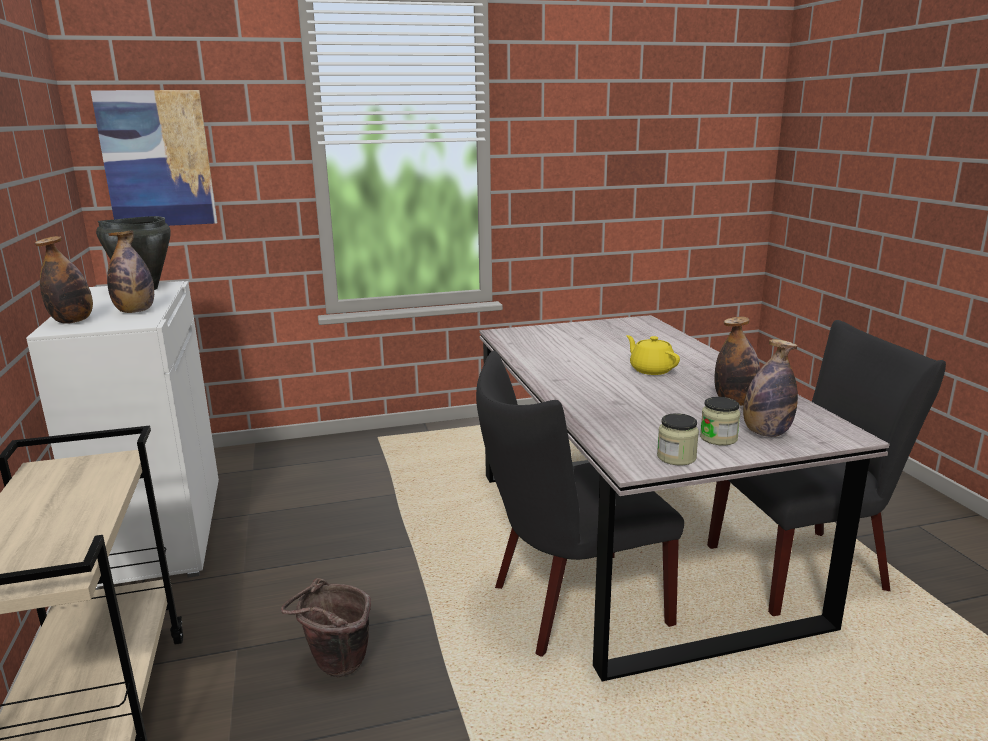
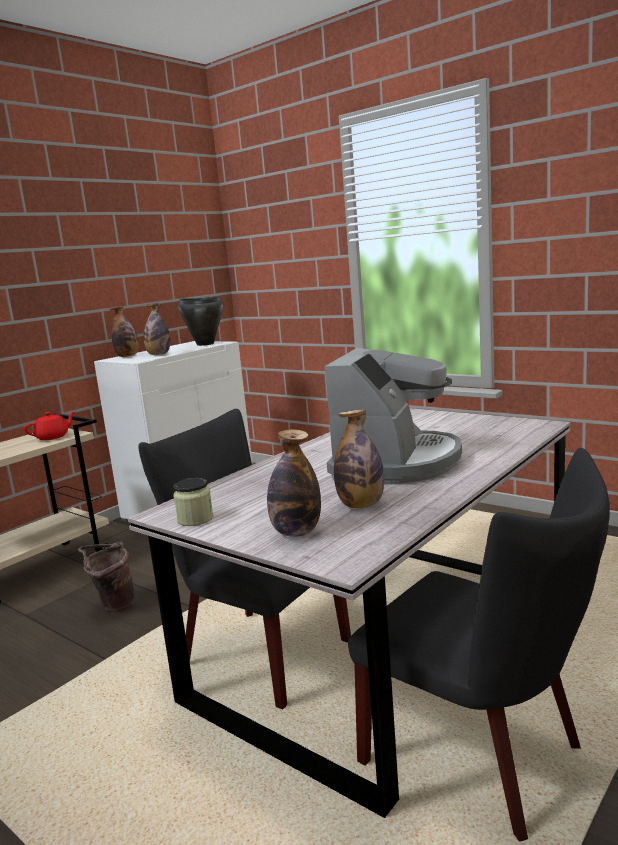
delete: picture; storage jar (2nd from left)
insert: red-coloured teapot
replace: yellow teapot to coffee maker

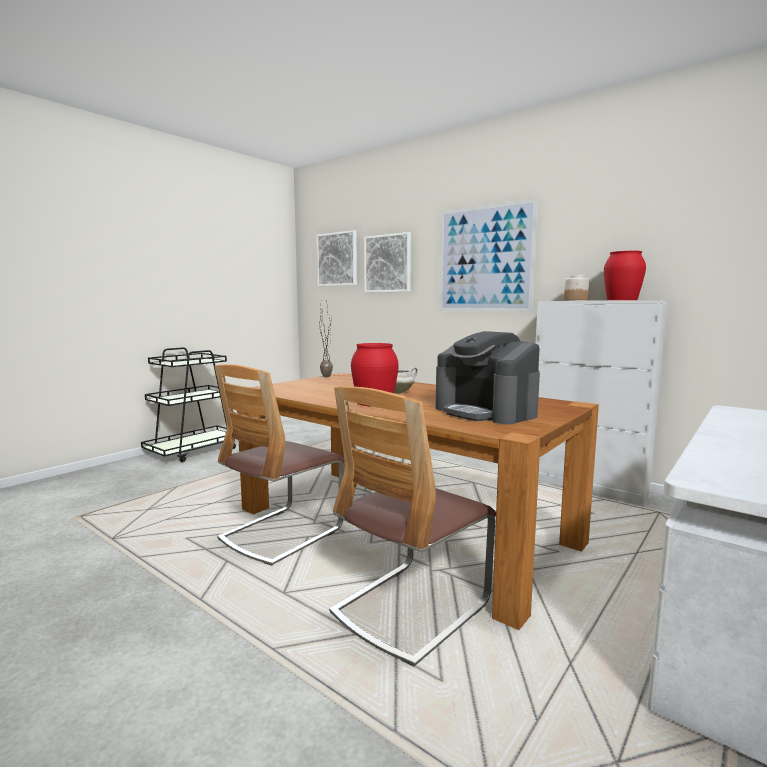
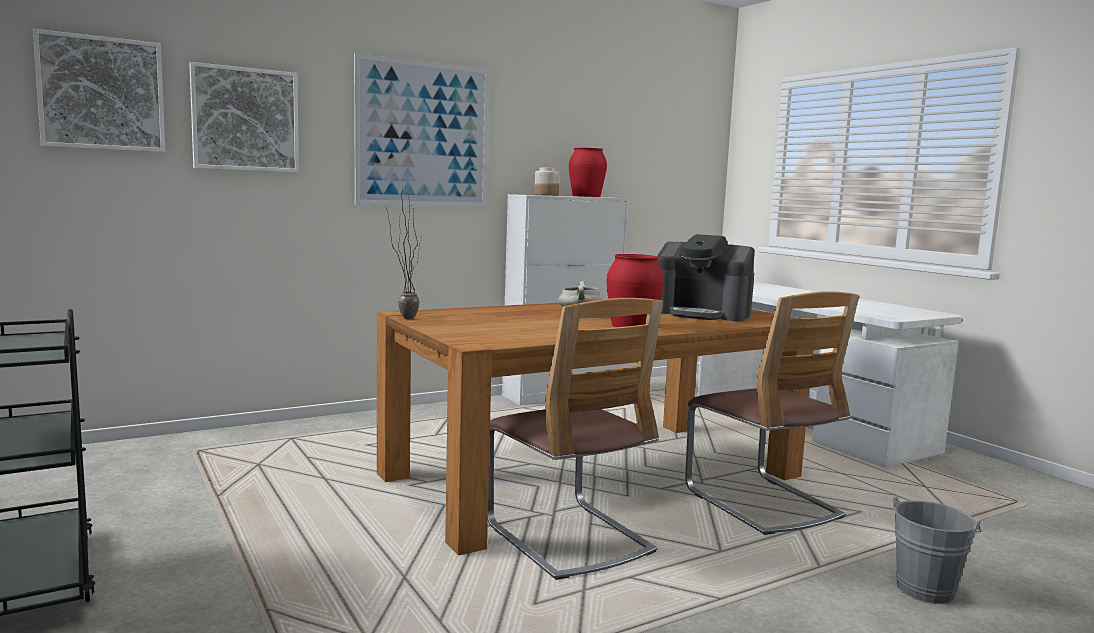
insert: grey bucket
rotate: coffee maker 45 degrees clockwise

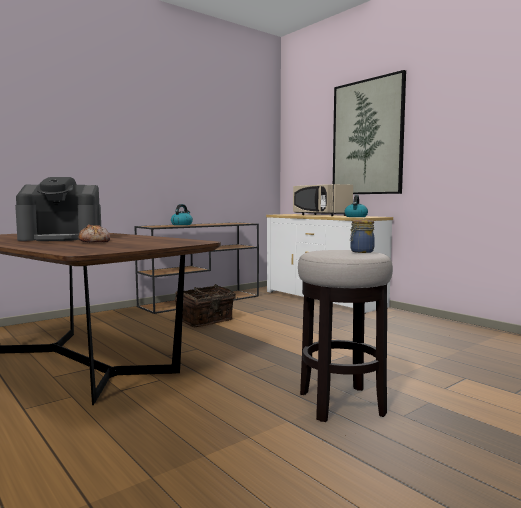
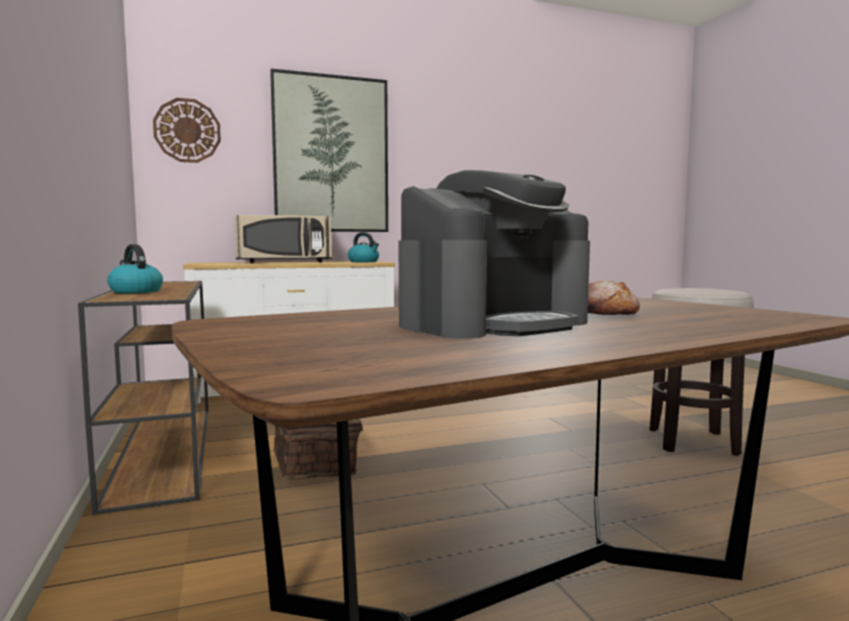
delete: storage jar
insert: wall clock
rotate: coffee maker 45 degrees clockwise

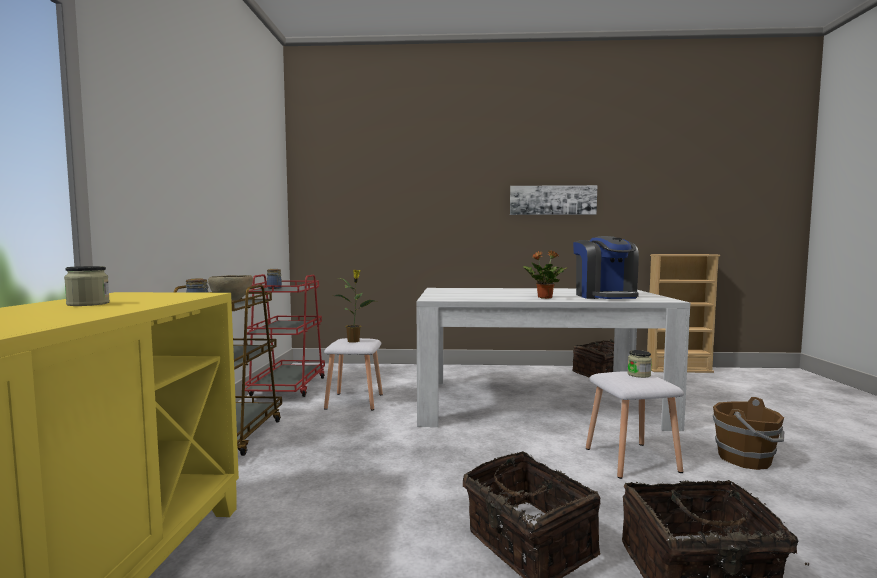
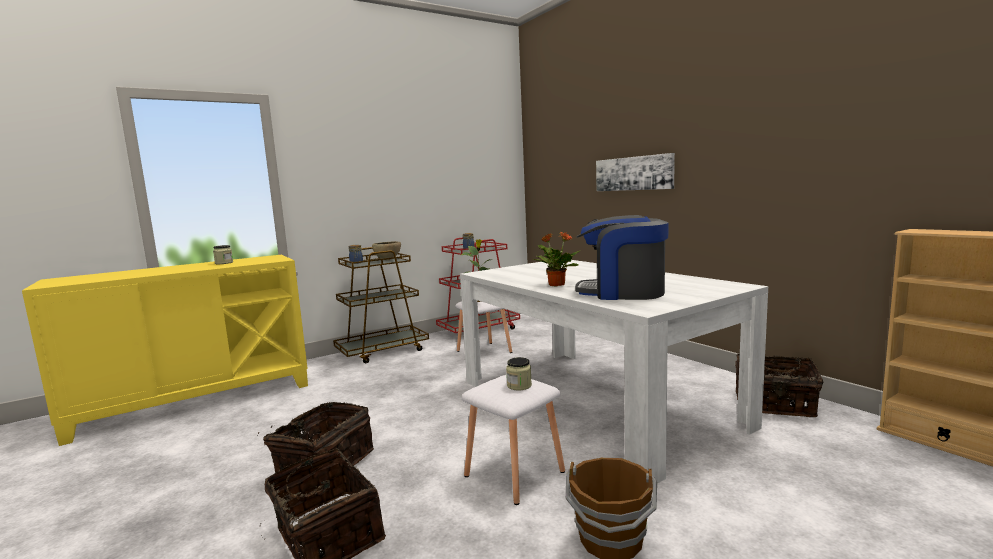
move: picture
rotate: coffee maker 60 degrees clockwise

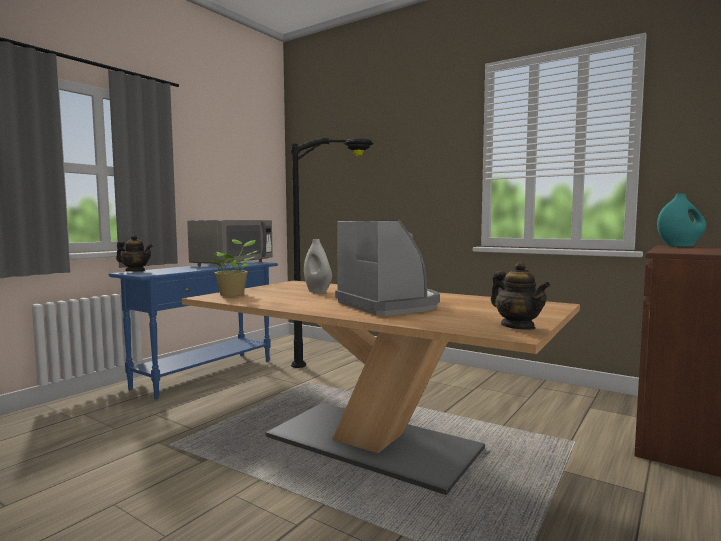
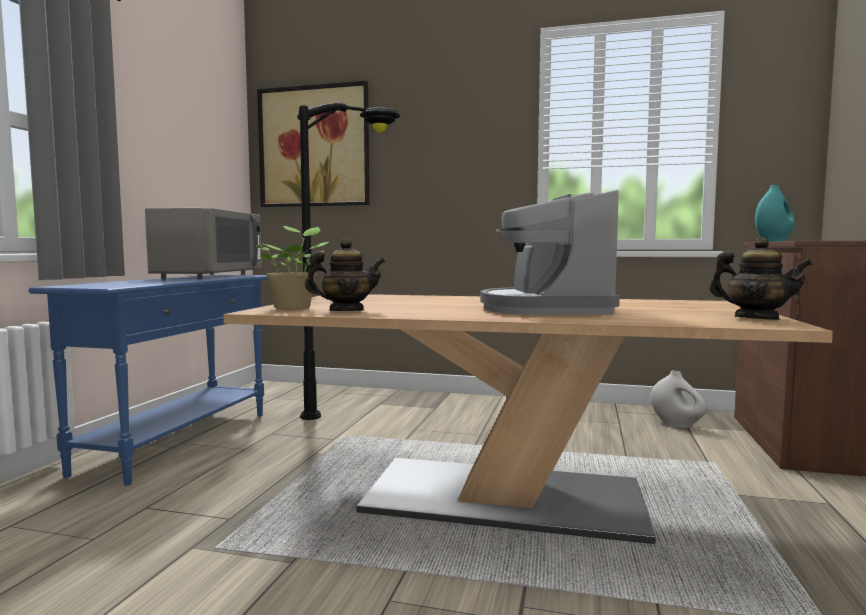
insert: picture
move: teapot (1st from left); white flower vase
rotate: coffee maker 135 degrees counterclockwise

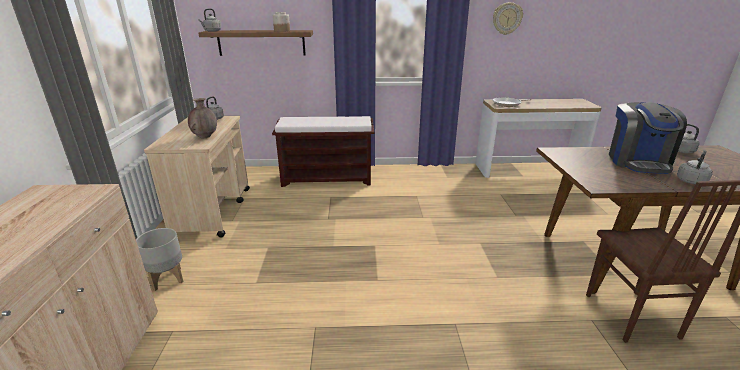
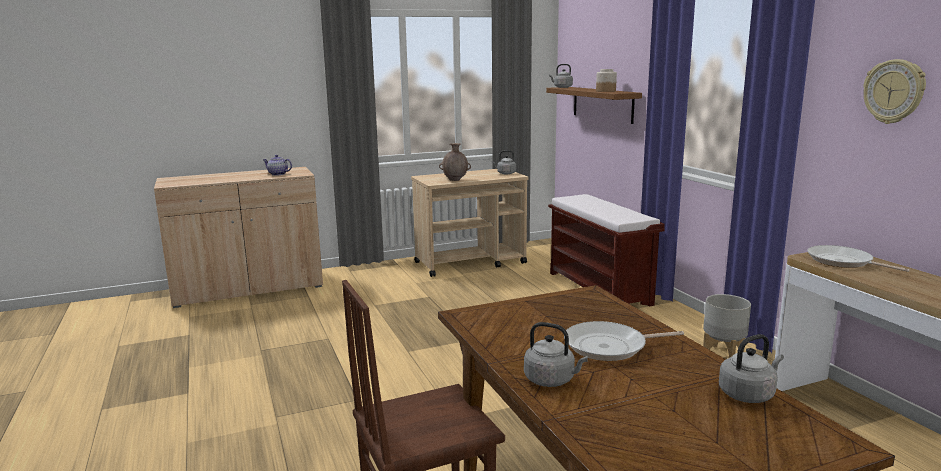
insert: teapot
move: grey planter
replace: coffee maker to pan (1st from left)

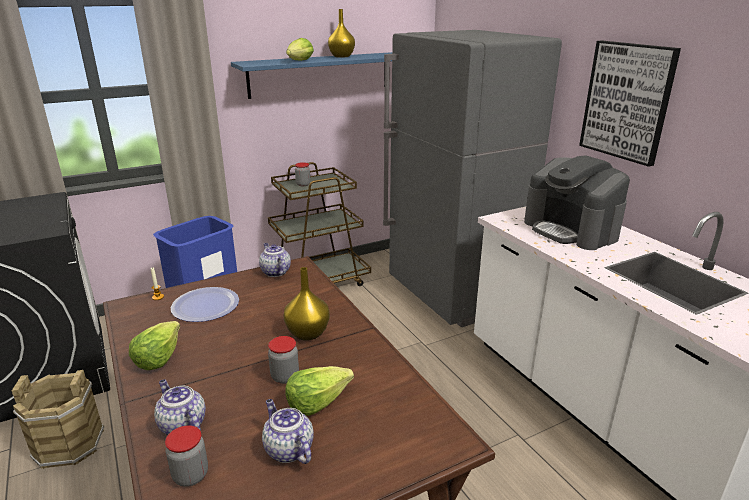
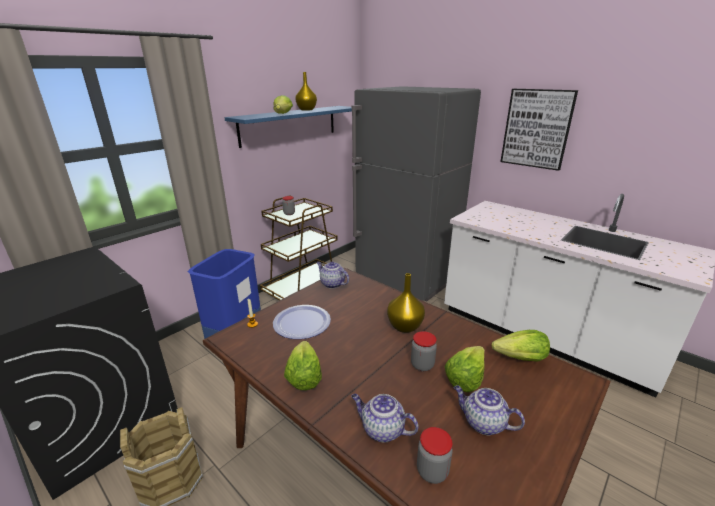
delete: coffee maker
insert: lettuce (4th from left)

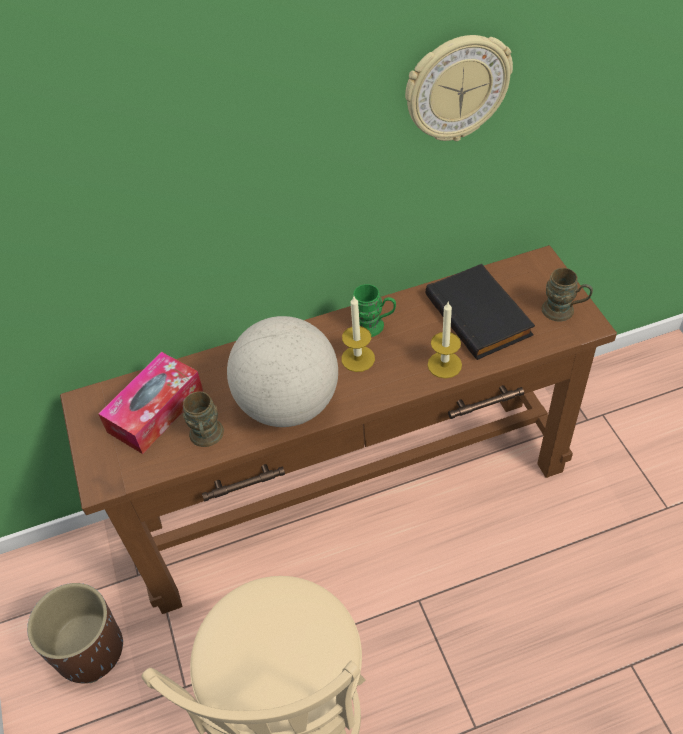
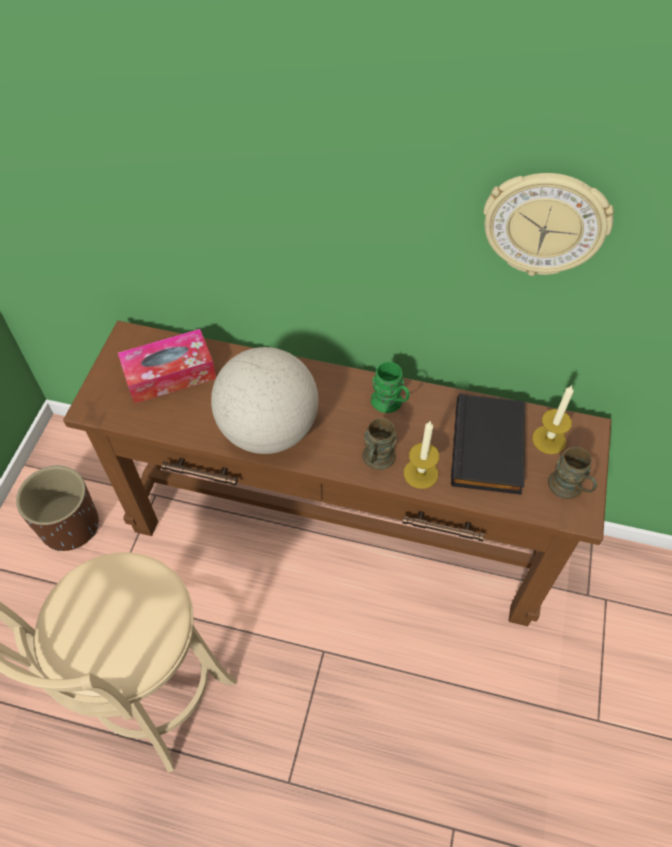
move: brown-coloured coffee mug (1st from left); wax candle (1st from left in the first image) to wax candle (2nd from left)

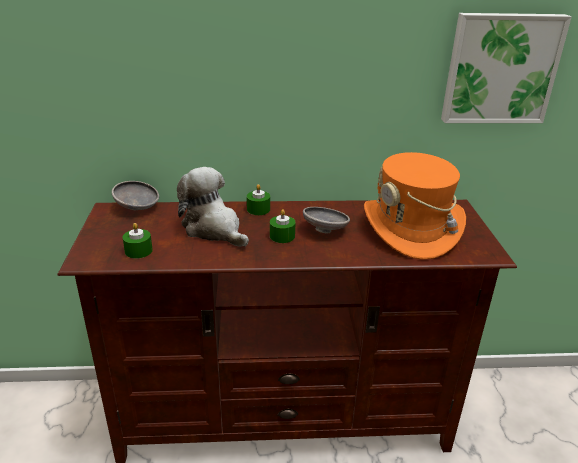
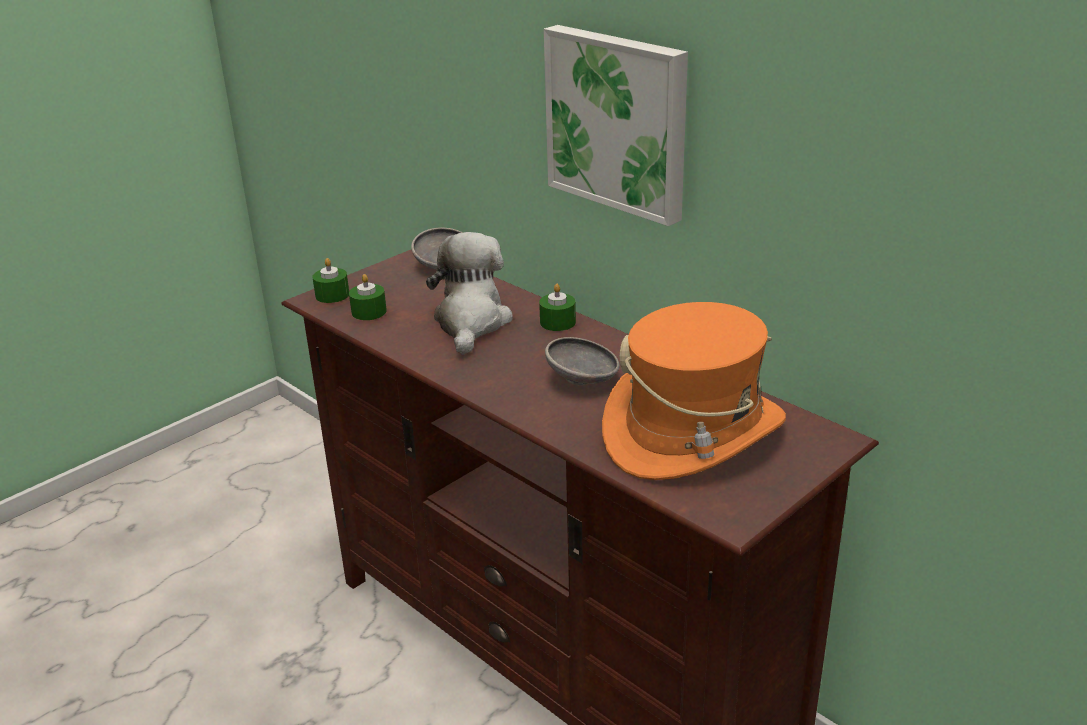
move: green wax candle (3rd from left in the first image) to green wax candle (1st from left); picture

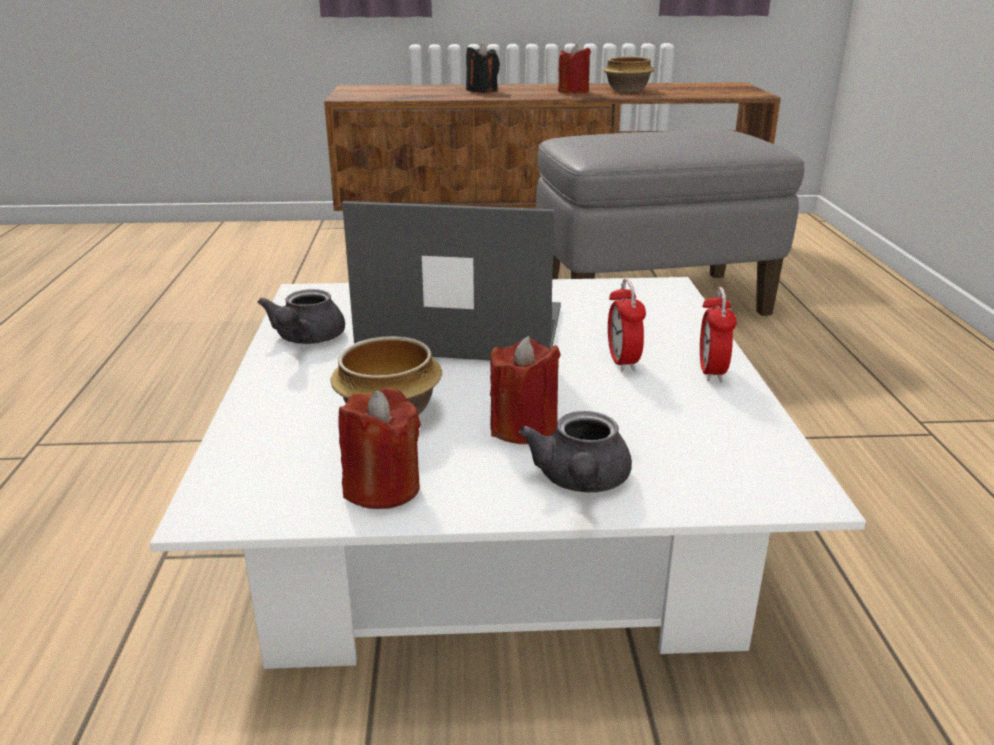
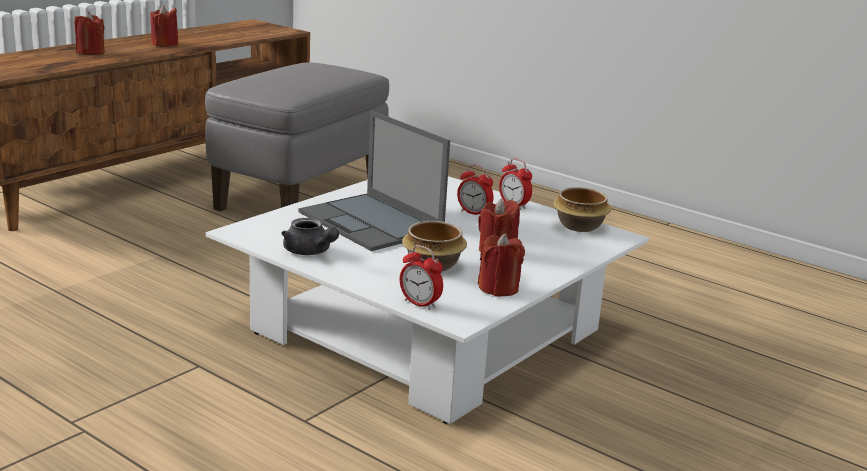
delete: grey teapot (2nd from left)
insert: alarm clock (1st from left)
move: serving bowl (2nd from left)
recolor: blackish wax candle to red-coloured wax candle (1st from left)
rotate: laptop 90 degrees counterclockwise

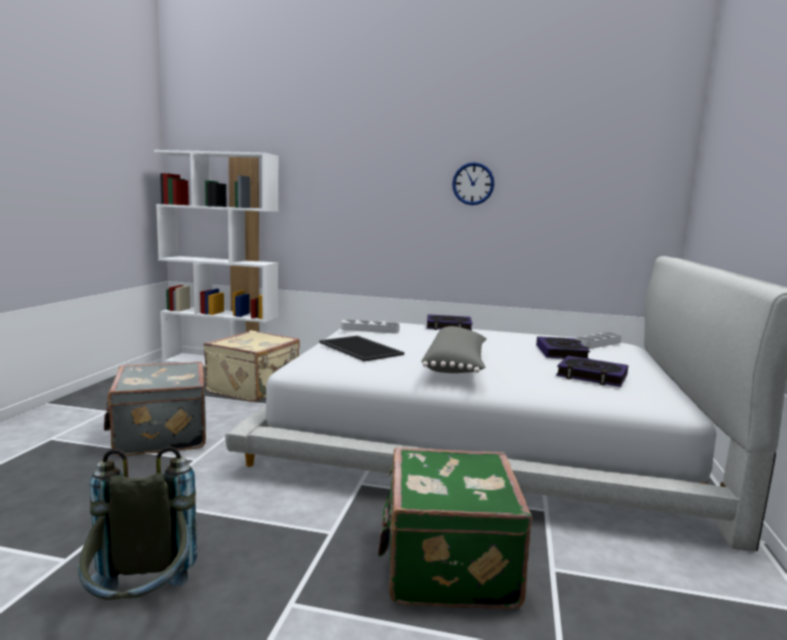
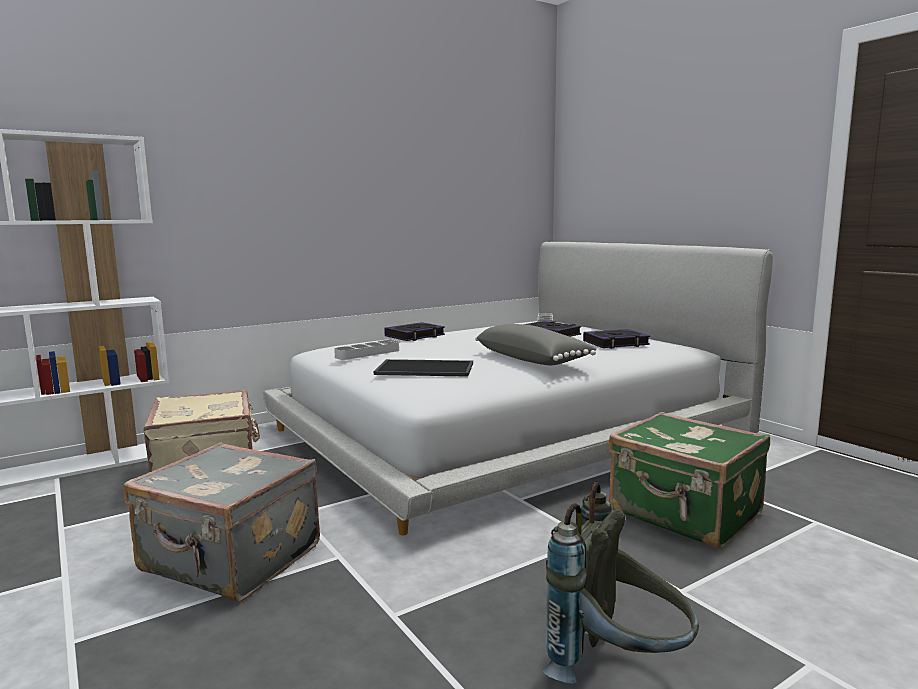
delete: wall clock

